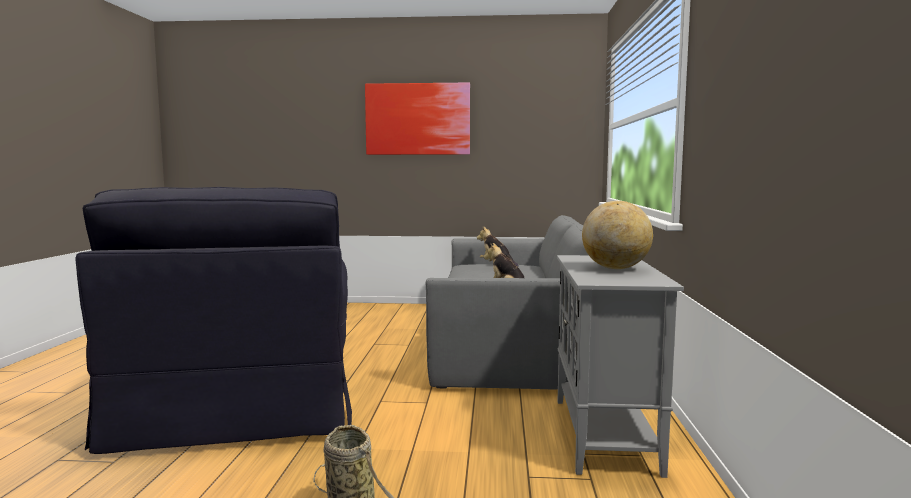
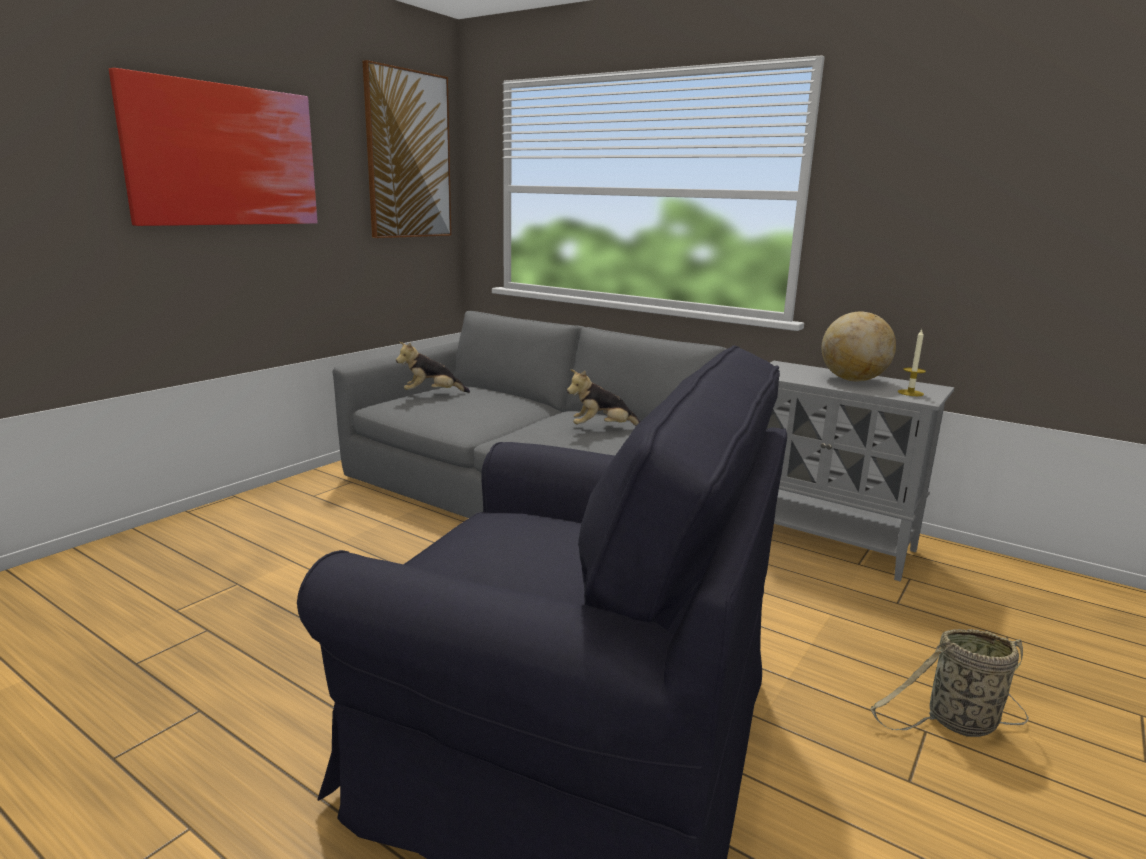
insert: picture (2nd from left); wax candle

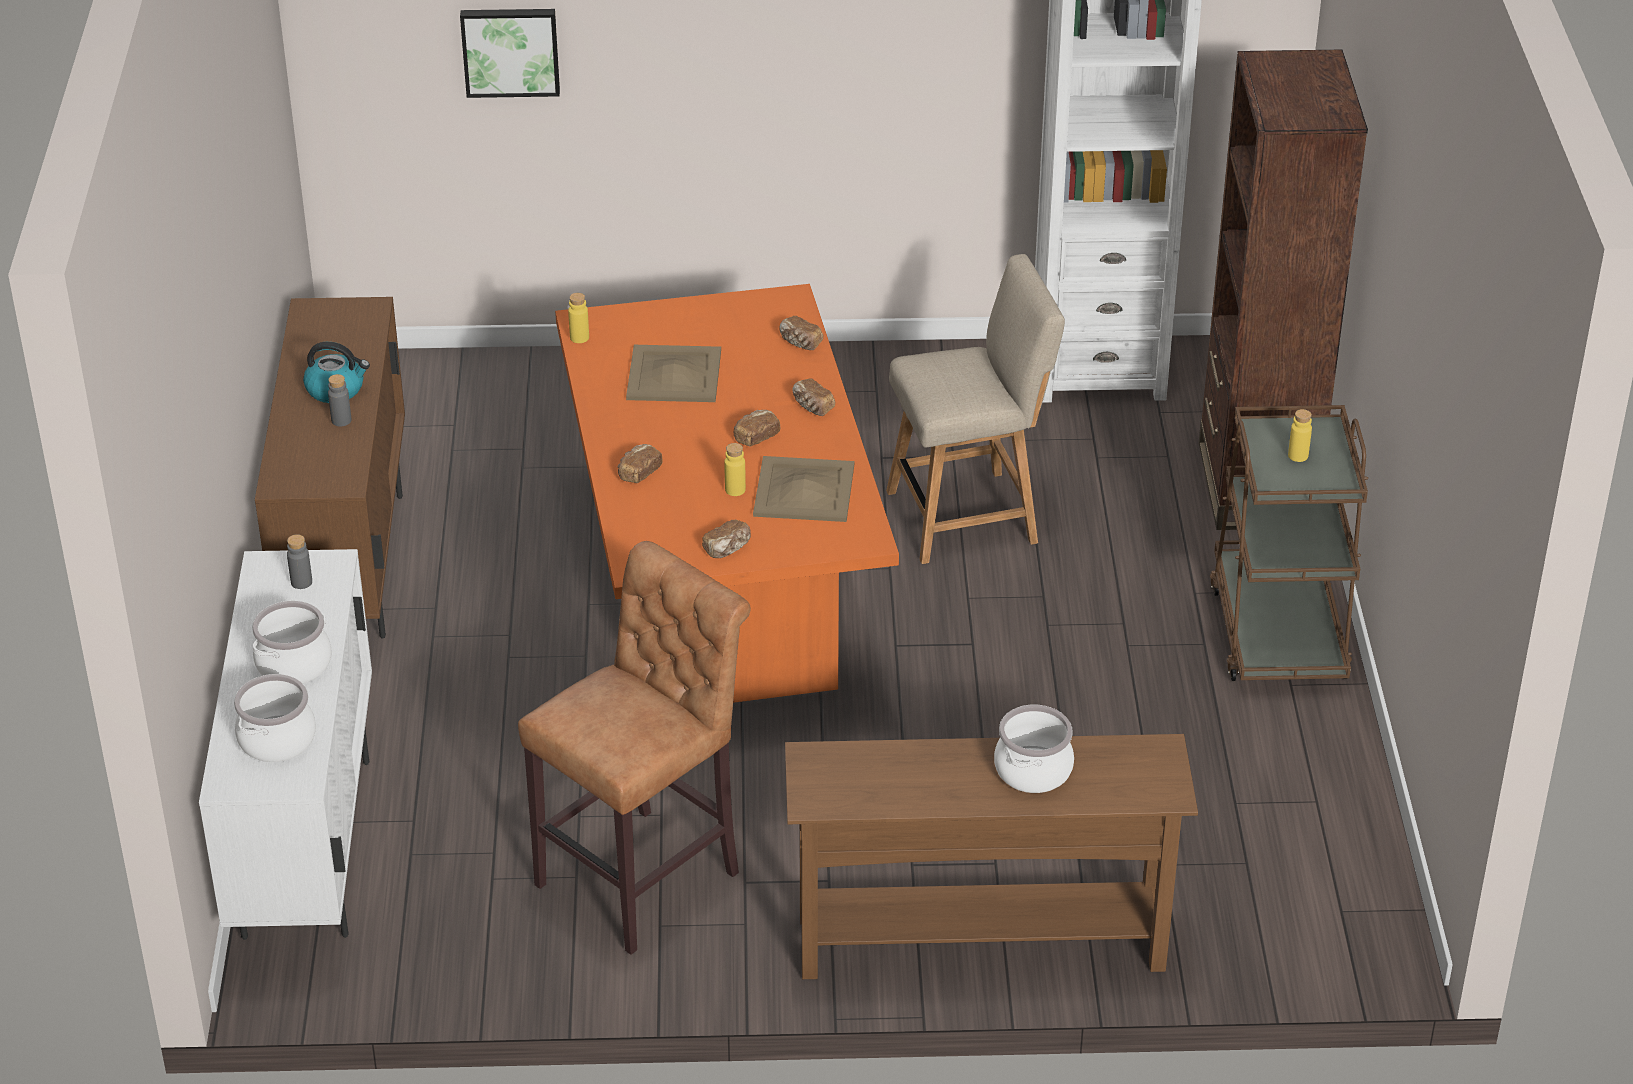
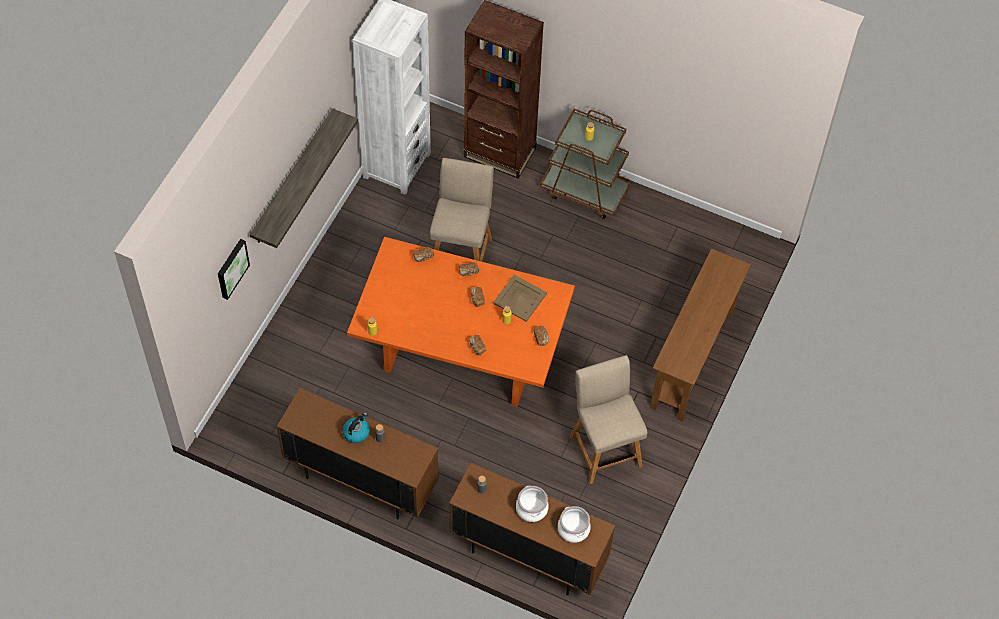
delete: beige-coloured carrying tray (1st from left); stockpot (3rd from left)
insert: shelf
replace: brown-coloured stool seat to beige-coloured chair (2nd from left)
recolor: white cabinet to brown-coloured cabinet (2nd from left)

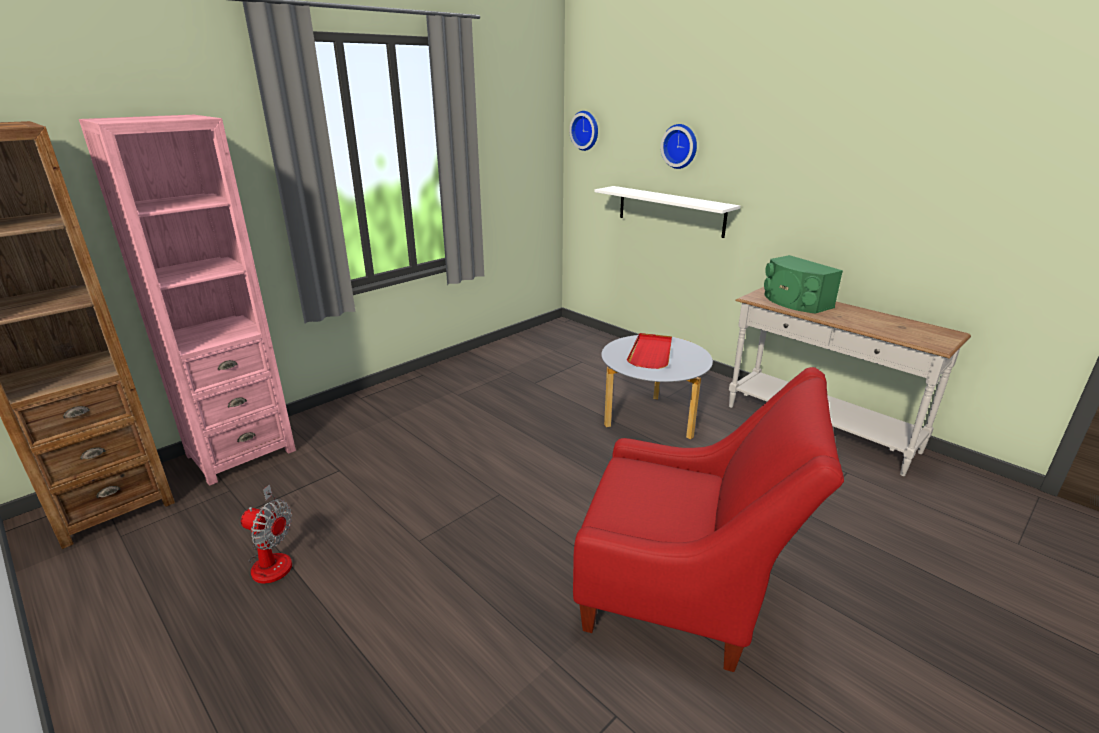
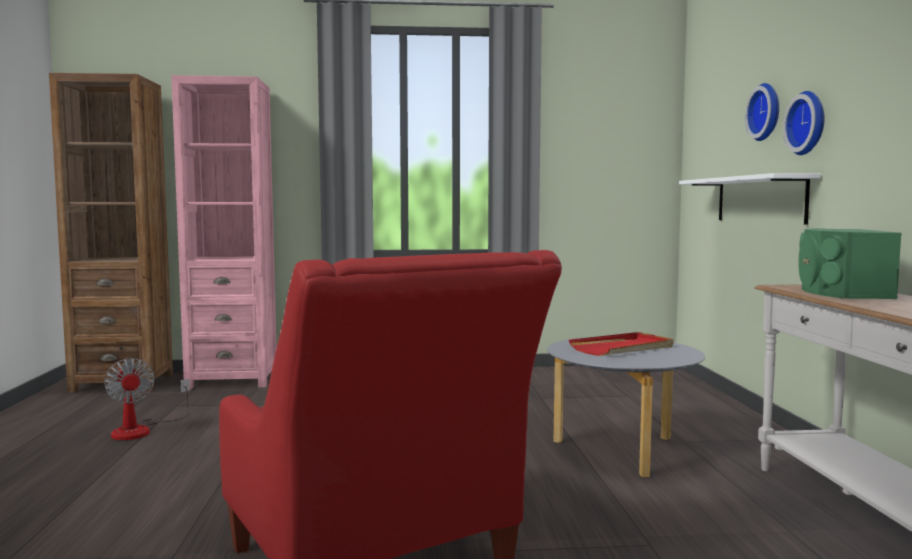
move: wall clock (1st from left in the first image) to wall clock (2nd from left)

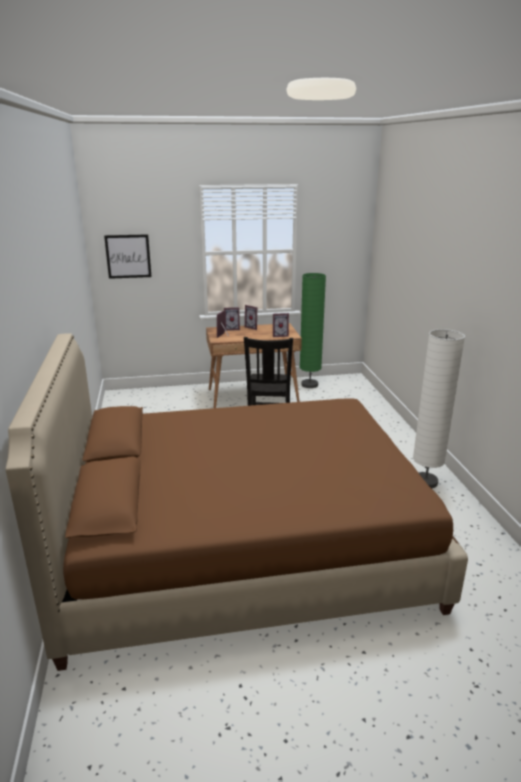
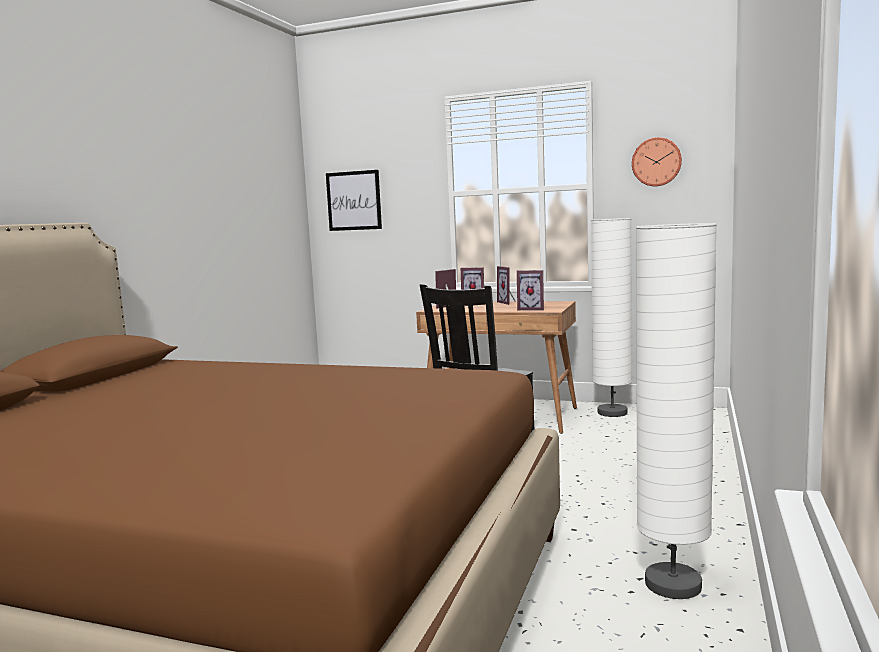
insert: wall clock
recolor: green floor lamp to white floor lamp (1st from left)

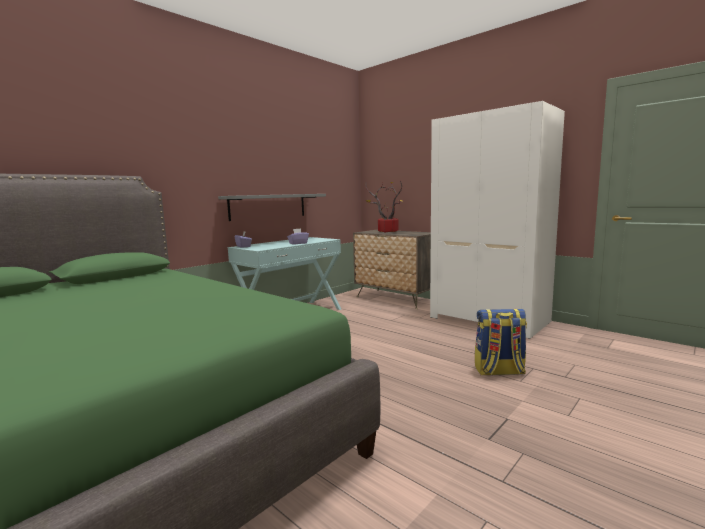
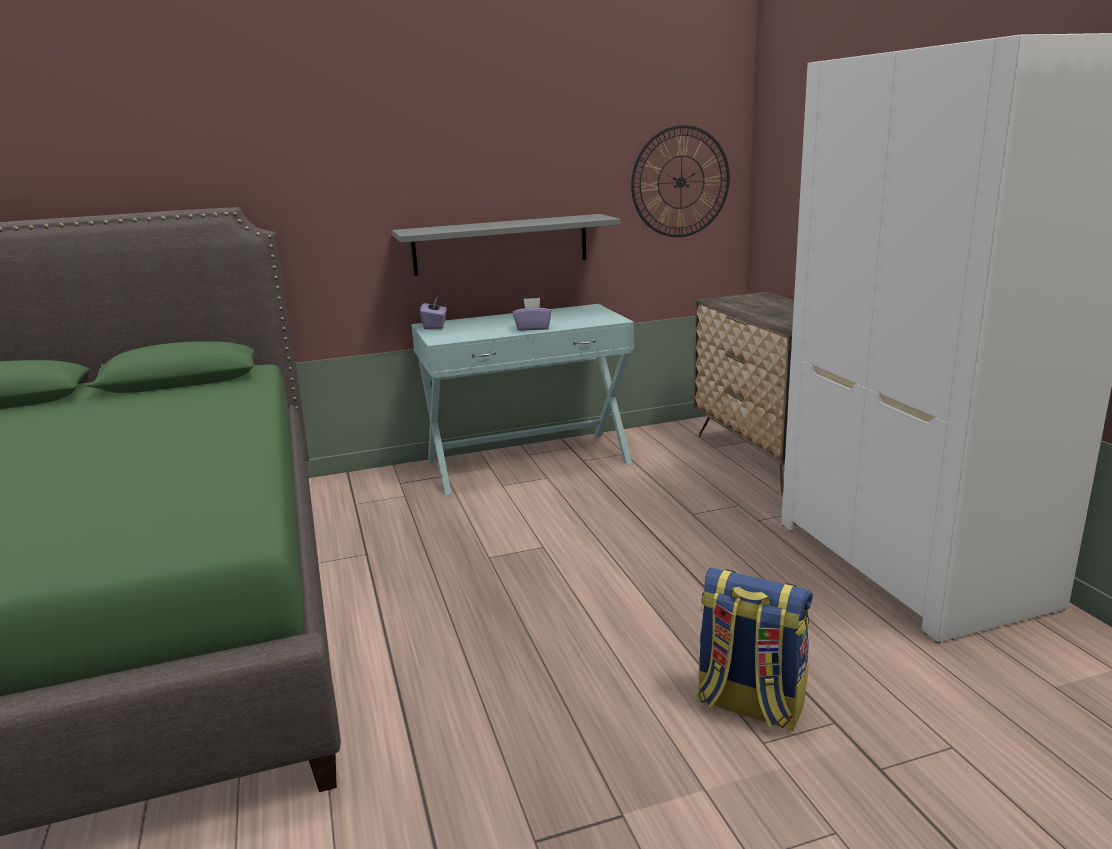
delete: potted plant
insert: wall clock

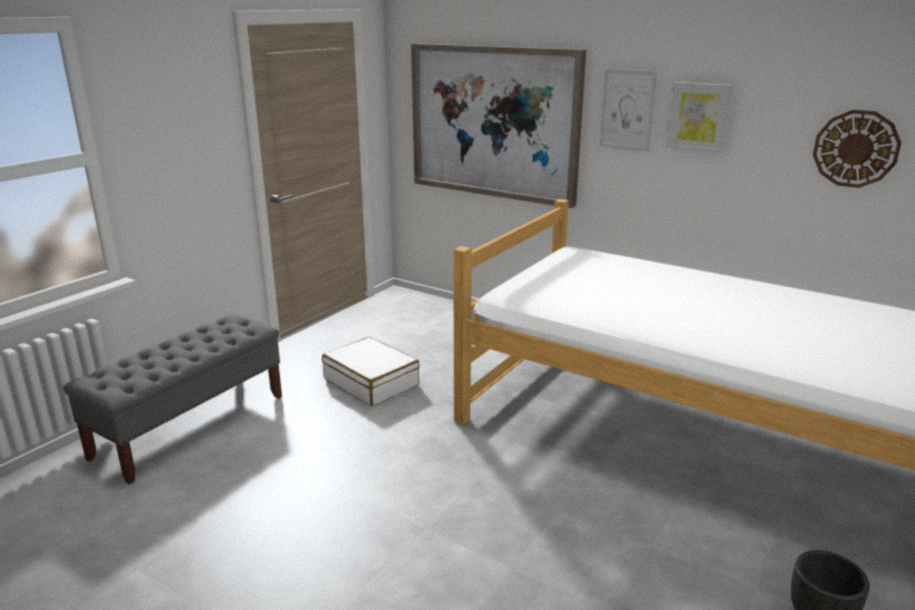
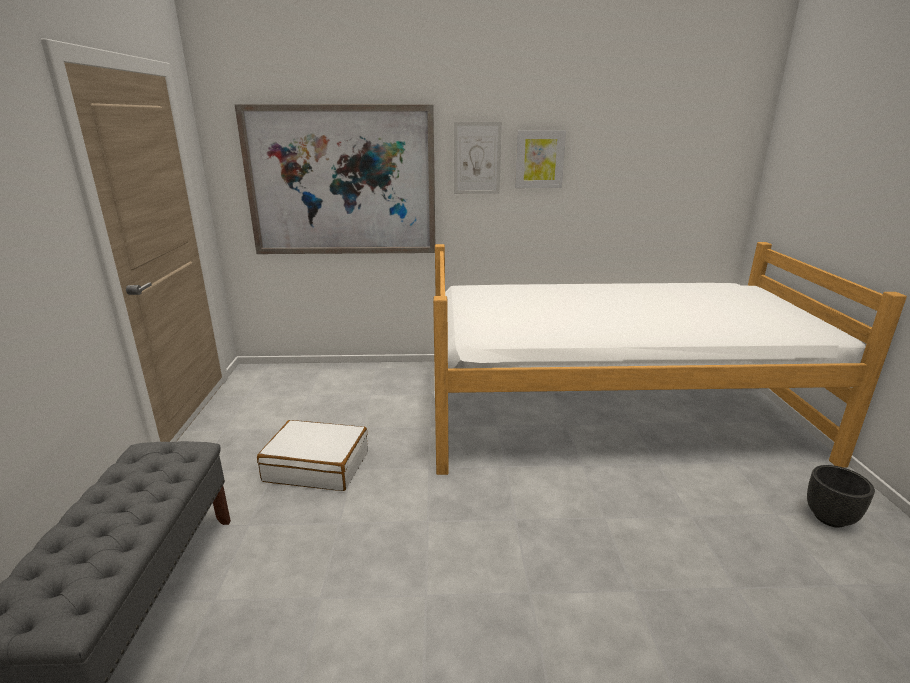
delete: wall clock

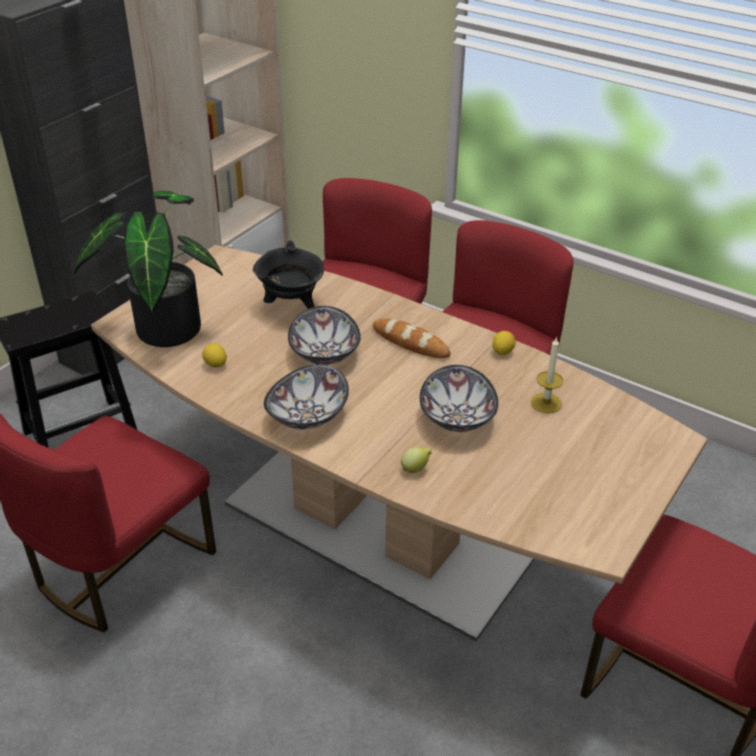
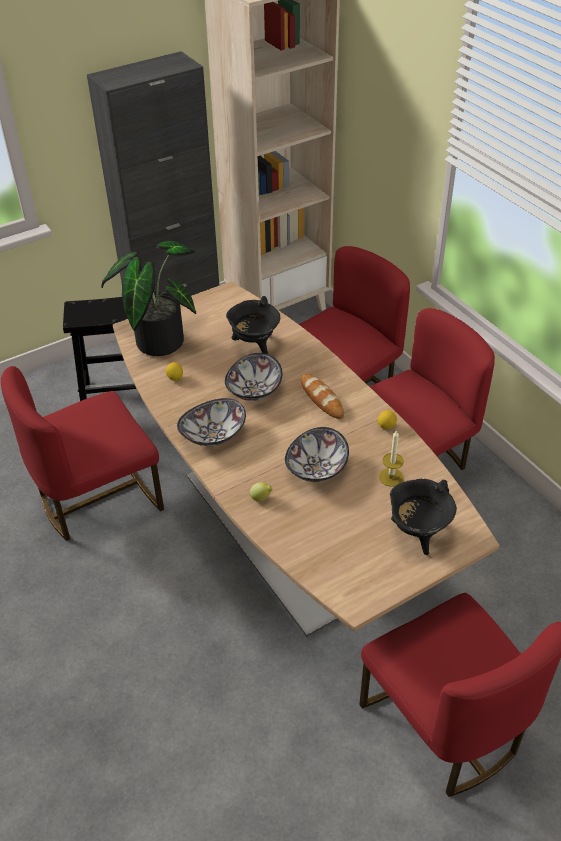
insert: blackish stockpot (2nd from left)

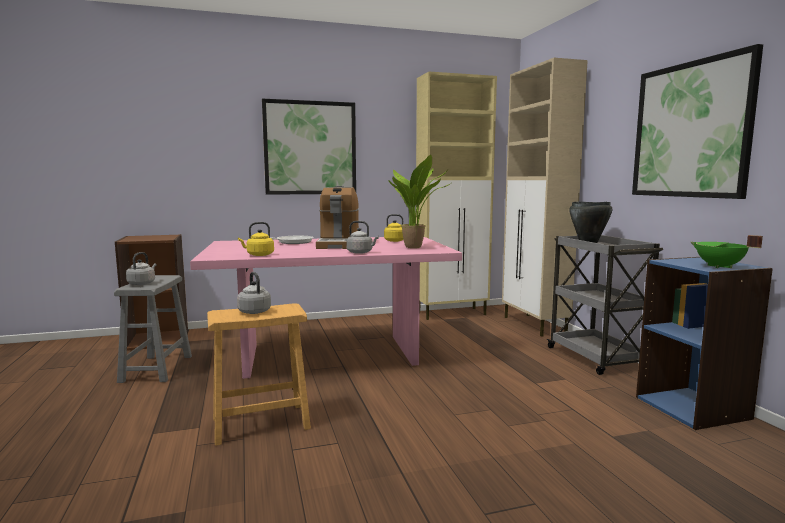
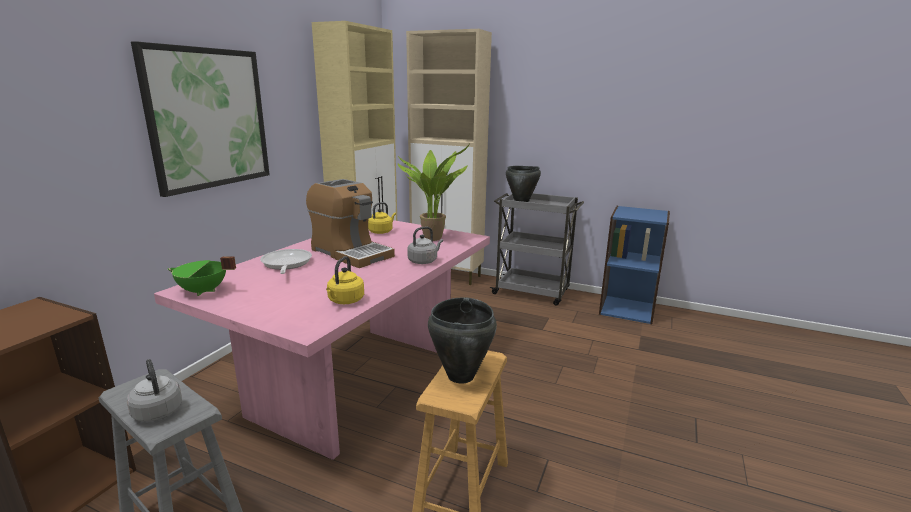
delete: picture (2nd from left)
move: green stockpot
replace: grey tea kettle (2nd from left) to blackish stockpot (1st from left)

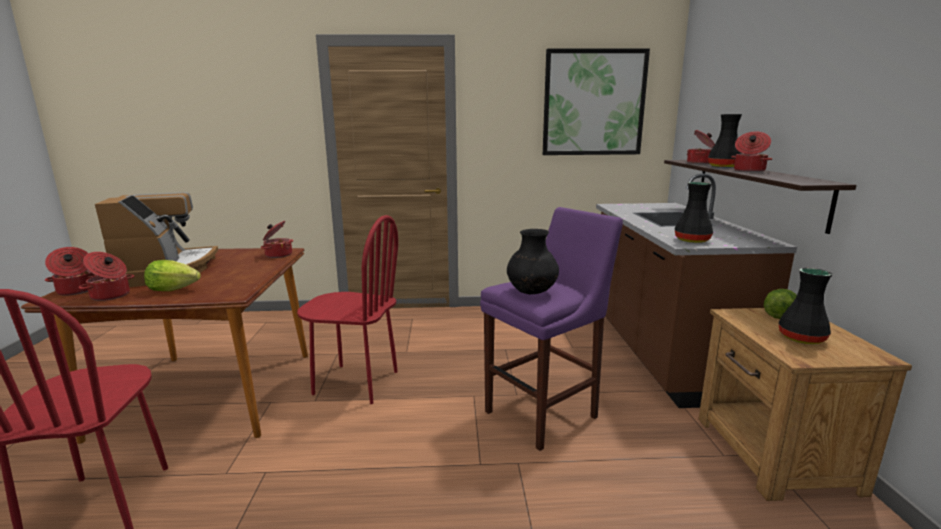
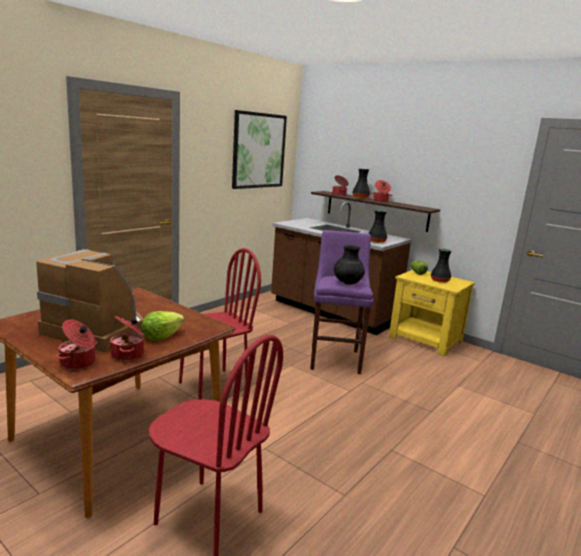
delete: stockpot (3rd from left)
recolor: brown-coloured night table to yellow night table

